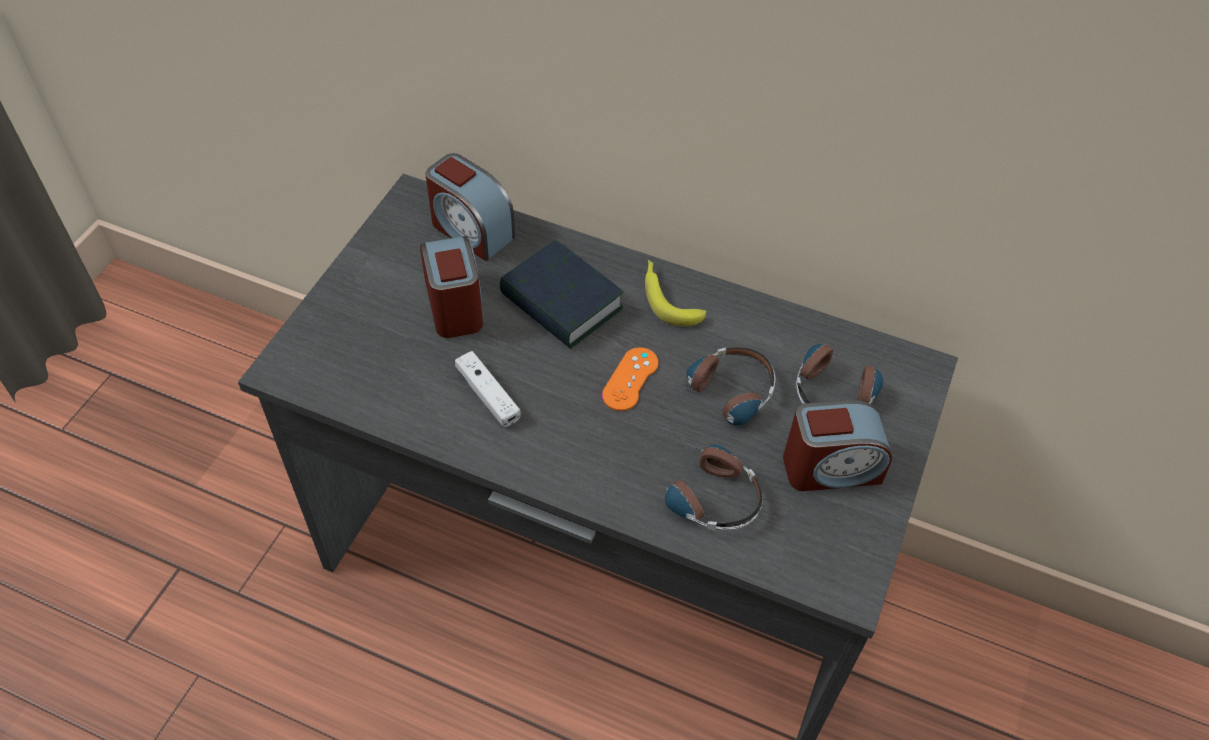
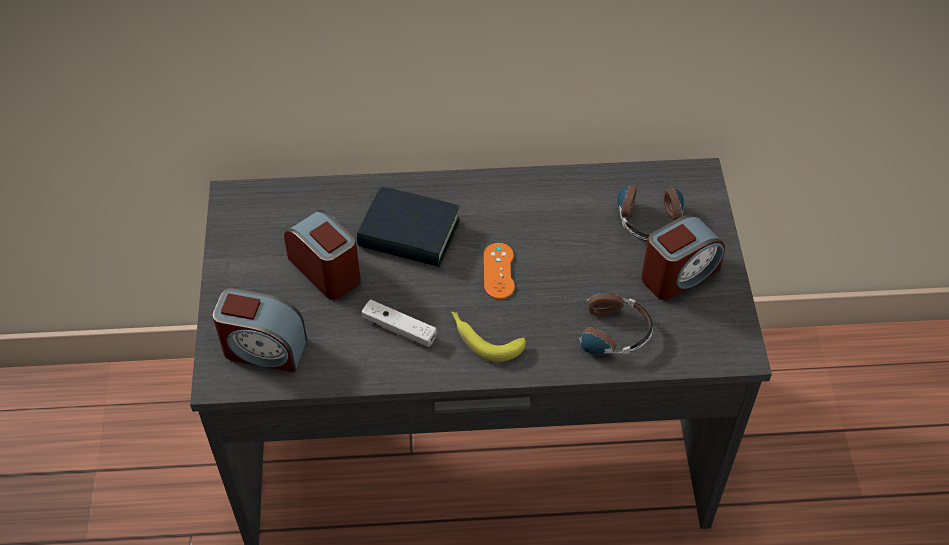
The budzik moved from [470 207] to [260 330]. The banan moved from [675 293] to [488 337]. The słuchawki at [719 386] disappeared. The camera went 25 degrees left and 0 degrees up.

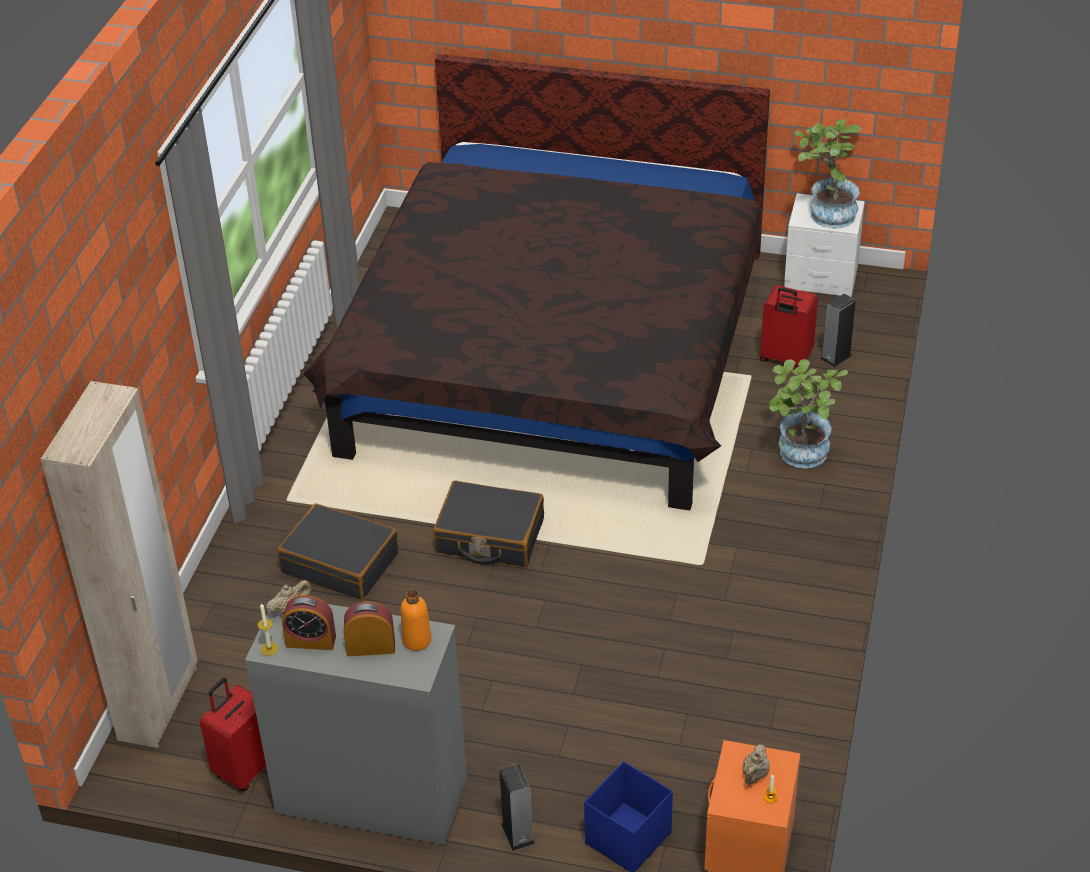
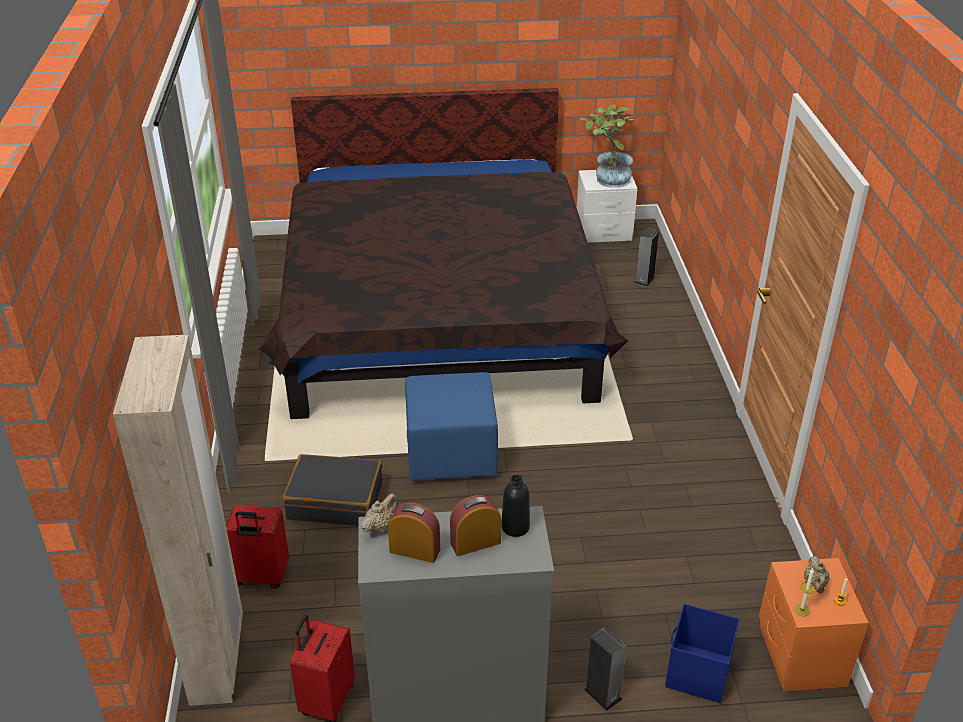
The walizka [czerwony] moved from [789 327] to [257 547]. The budzik at [309 622] turned 150 degrees counterclockwise. The walizka [czarny] at [488 524] was replaced by the pufa [niebieski] at [451 426]. The butelka [pomarańczowy] at [416 620] became the butelka [czarny] at [515 506]. The świeca moved from [268 629] to [804 592]. The roślina doniczkowa at [808 413] disappeared. The camera went 20 degrees left and 5 degrees down.

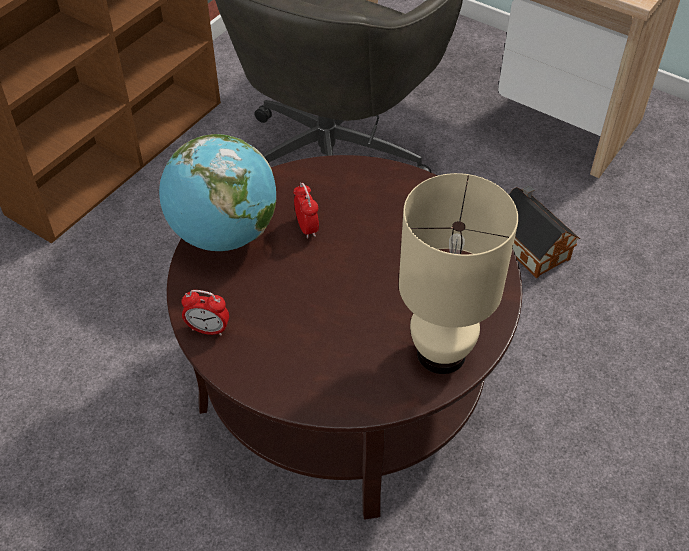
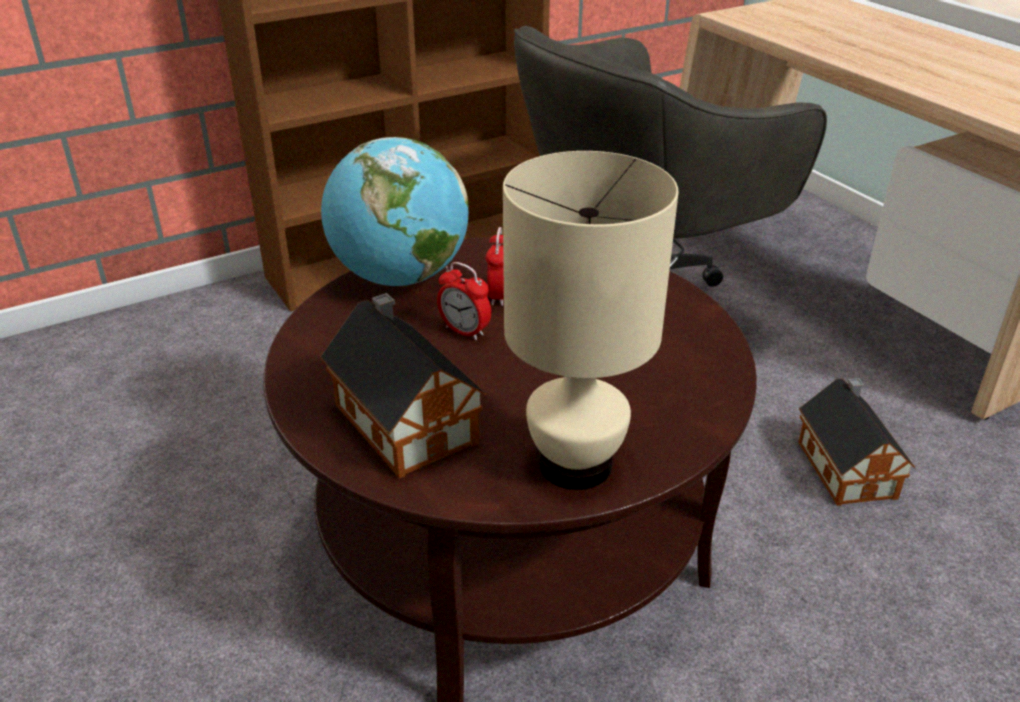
The domek at [403 386] appeared. The budzik moved from [205 312] to [464 301]. The camera went 25 degrees right and 15 degrees down.

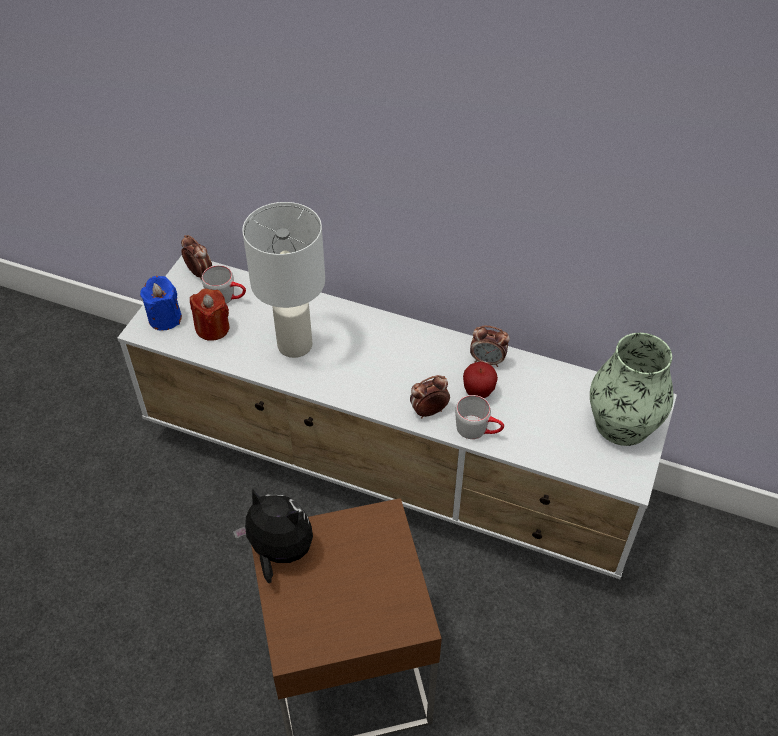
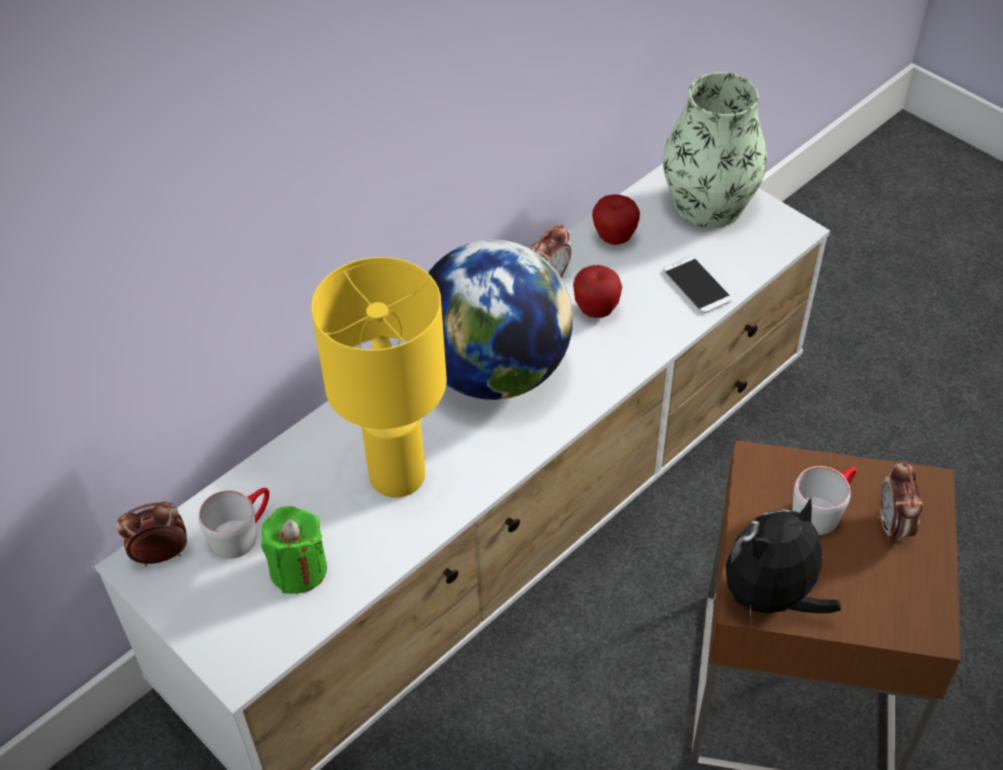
The świeca [czerwony] at [210 315] became the świeca [zielony] at [294 550]. The lampa stołowa [biały] at [283 280] became the lampa stołowa [żółty] at [379 377]. The globus at [500 320] appeared. The jabłko at [616 219] appeared. The telefon at [698 284] appeared. The kubek [szary] moved from [479 417] to [824 500]. The budzik moved from [430 396] to [901 501]. The świeca [niebieski] at [161 303] disappeared. The camera went 65 degrees left and 0 degrees up.

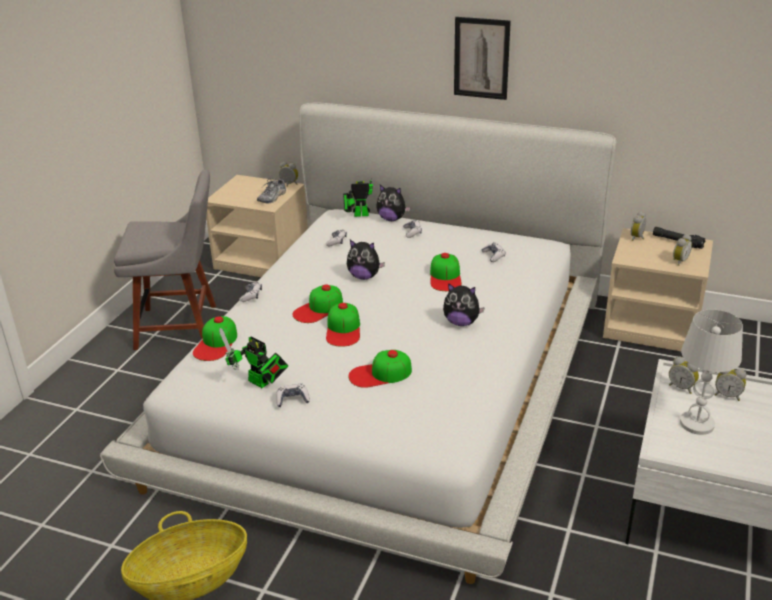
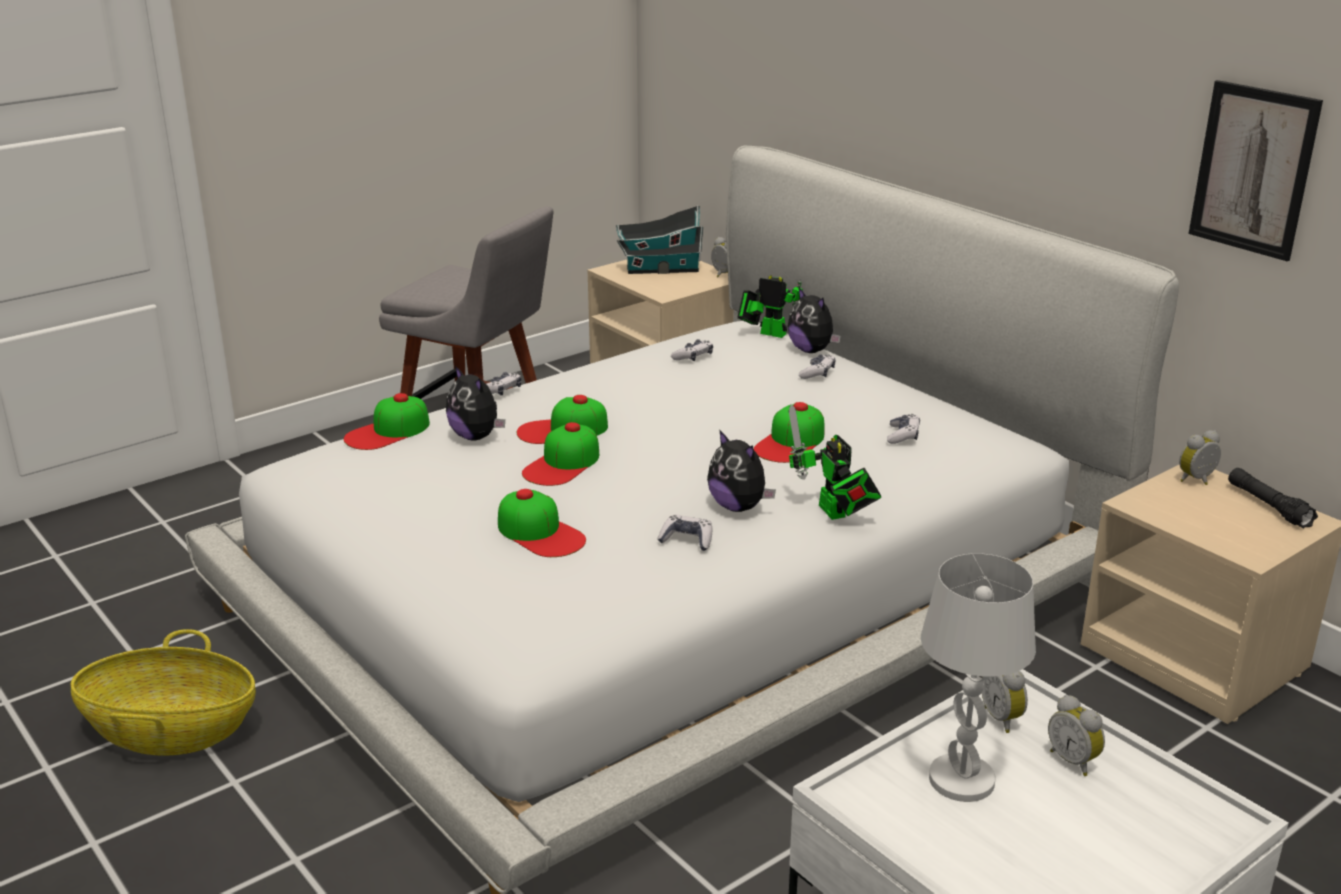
The pluszak moved from [366 260] to [475 403]. The czapka z daszkiem at [380 369] turned 150 degrees counterclockwise. The domek at [660 239] appeared. The pad do gier moved from [293 395] to [684 533]. The robot zabawkowy moved from [253 358] to [835 462]. The obraz moved from [482 58] to [1255 170]. The but at [271 190] disappeared. The budzik at [682 250] disappeared. The camera went 30 degrees right and 5 degrees down.

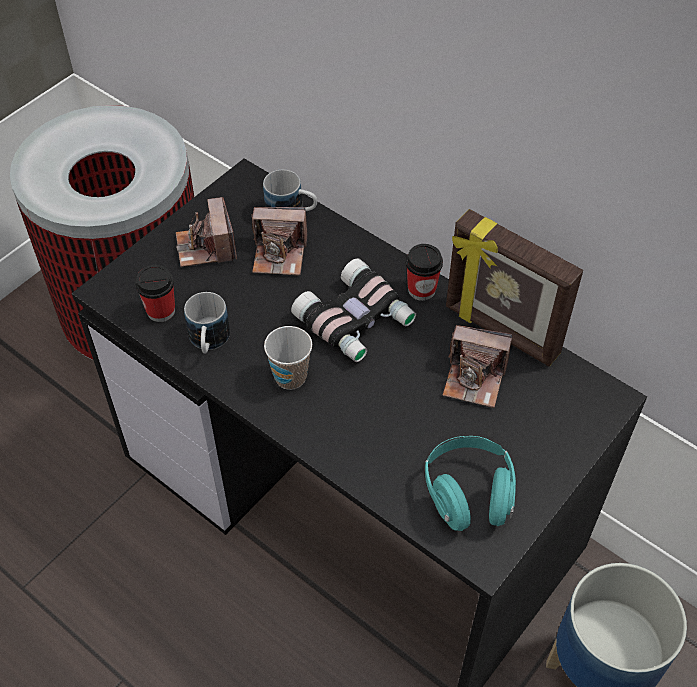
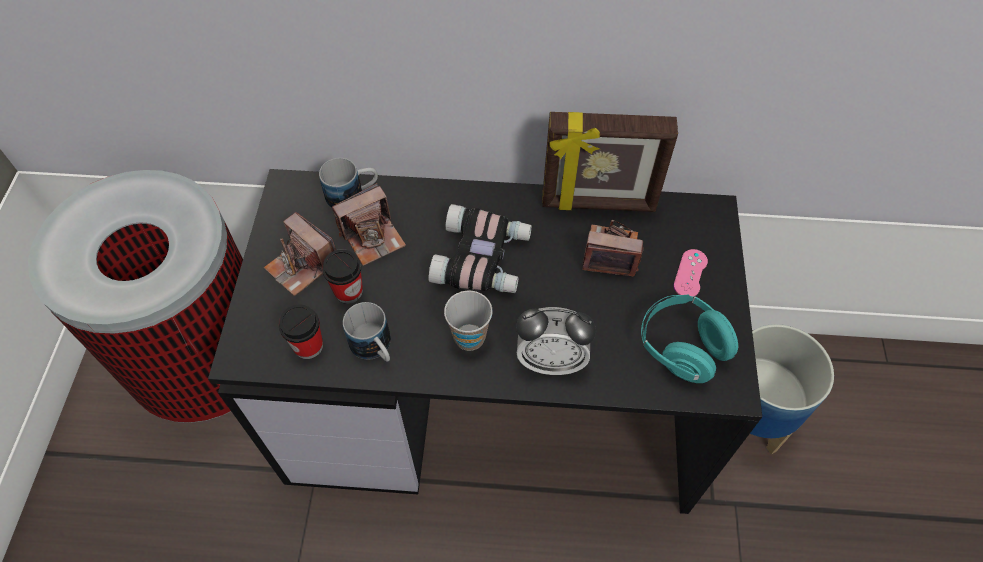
The filiżanka moved from [424 272] to [342 276]. The budzik at [556 341] appeared. The aparat fotograficzny at [477 366] turned 150 degrees counterclockwise. The pad do gier [różowy] at [691 273] appeared. The camera went 35 degrees left and 5 degrees up.

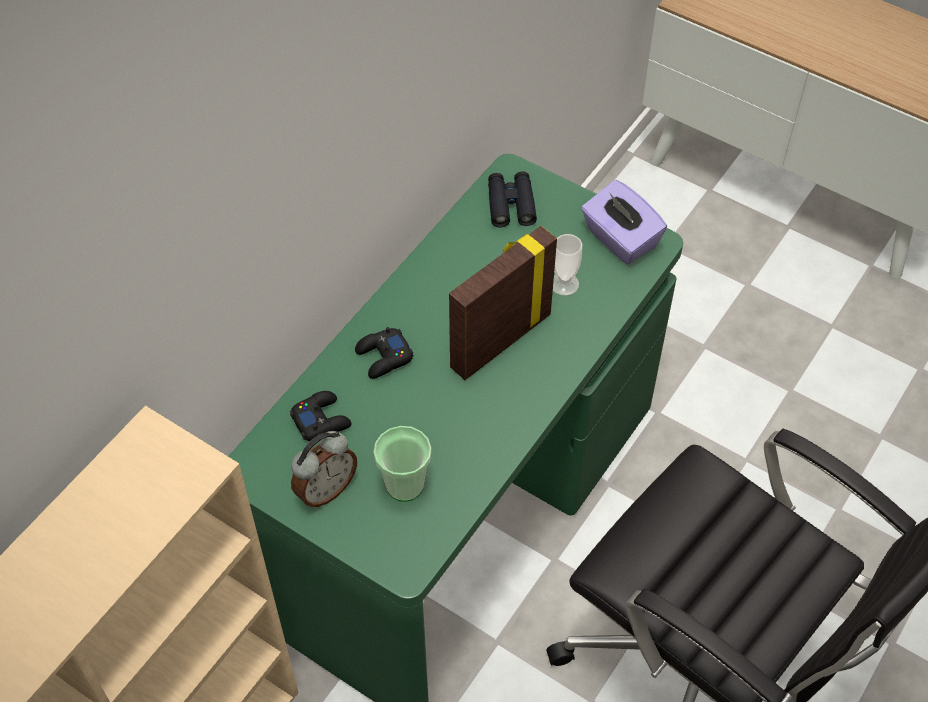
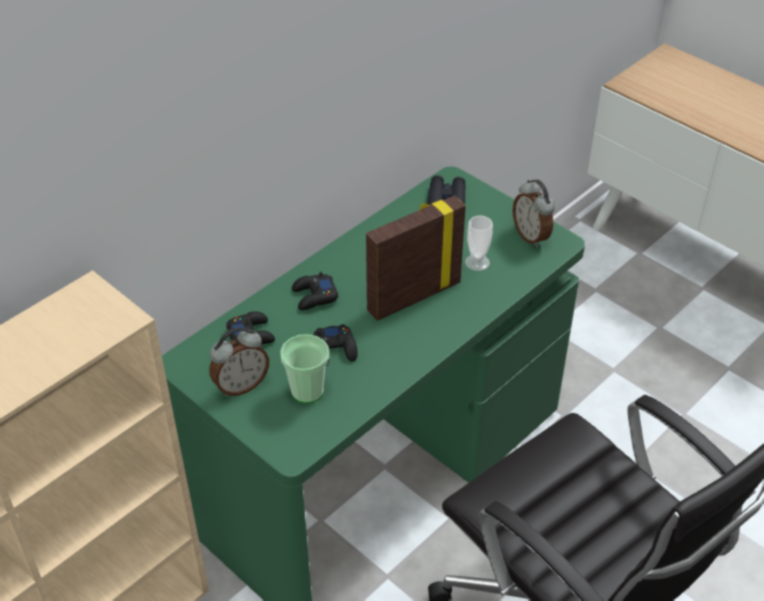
The pad do gier [czarny] at [336 344] appeared. The pudełko chusteczek [fioletowy] at [624 222] was replaced by the budzik at [534 213]. The camera went 10 degrees right and 10 degrees down.

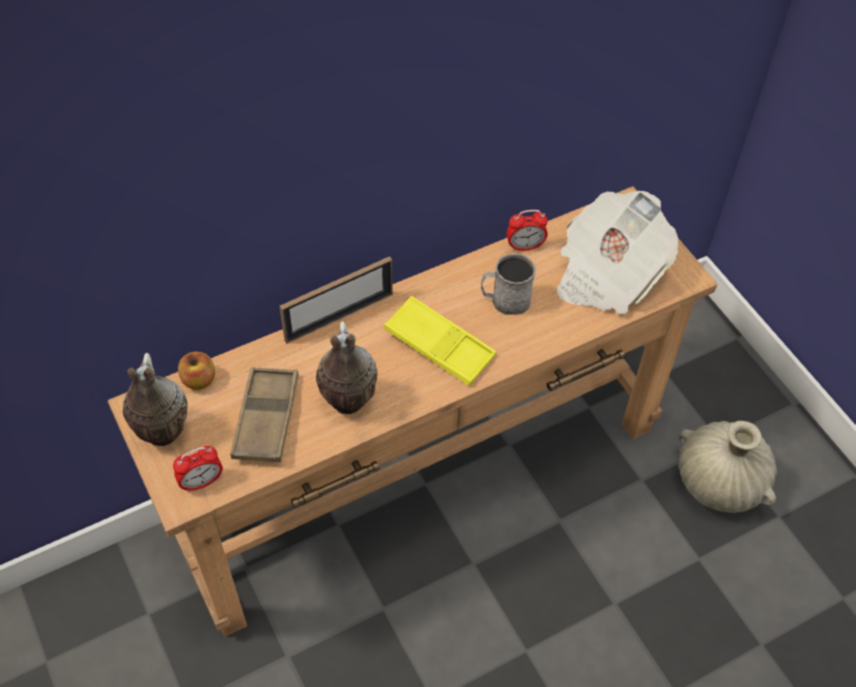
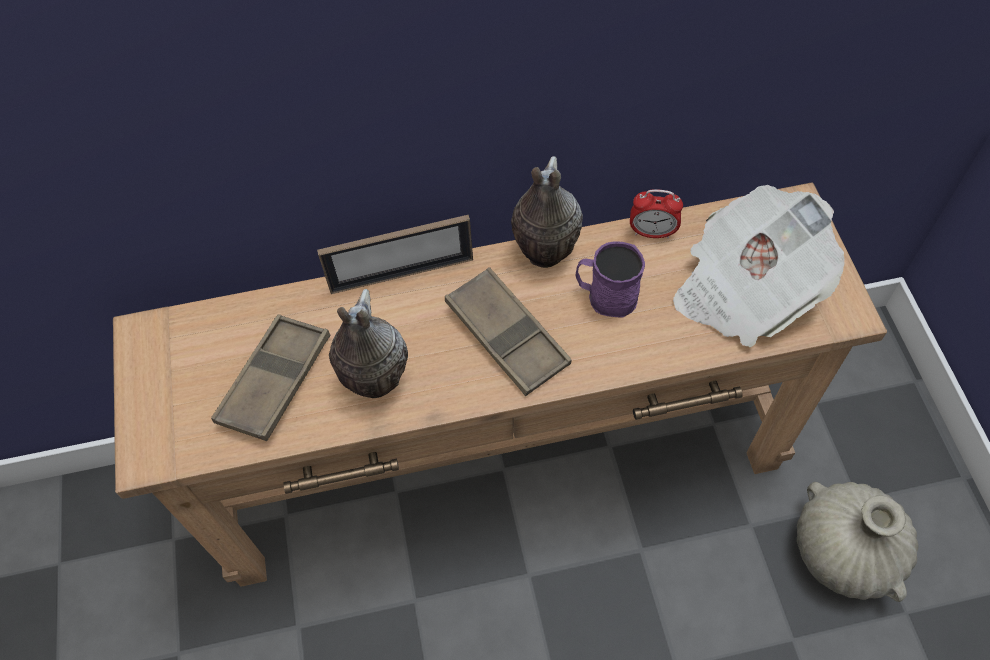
The taca [żółty] at [440 341] became the taca [brązowy] at [508 331]. The wazon moved from [155 399] to [547 212]. The kubek [szary] at [508 284] became the kubek [fioletowy] at [610 279]. The budzik at [198 469] disappeared. The jabłko at [196 370] disappeared. The camera went 20 degrees right and 5 degrees up.

